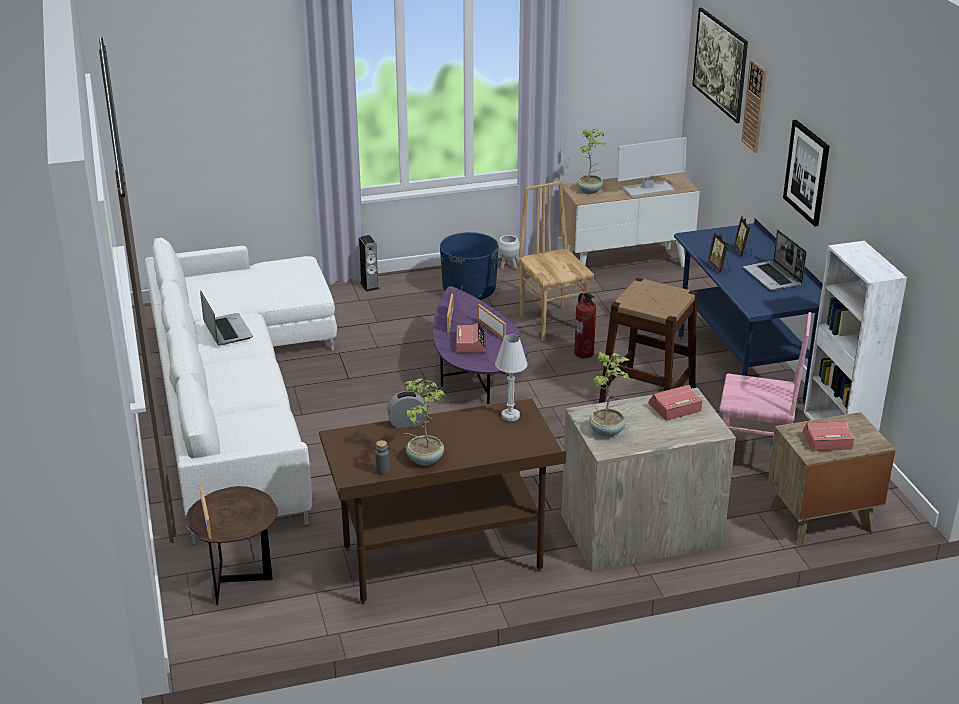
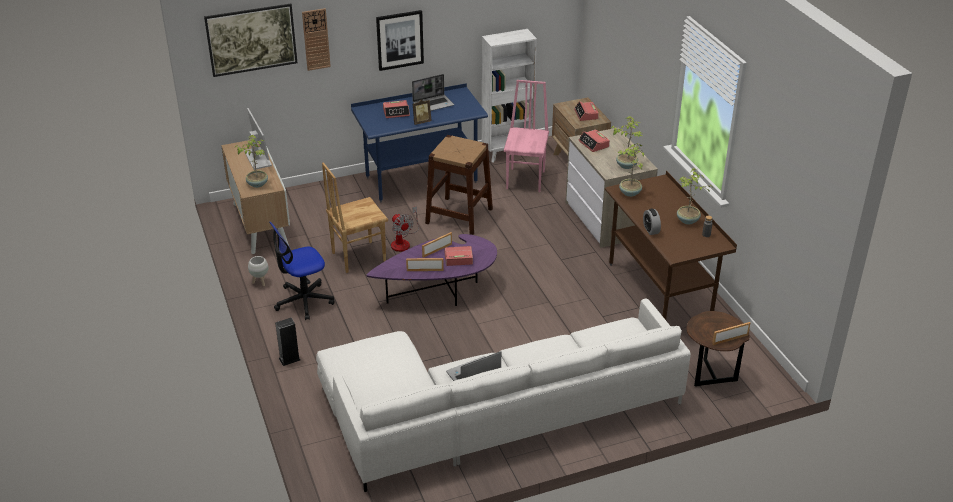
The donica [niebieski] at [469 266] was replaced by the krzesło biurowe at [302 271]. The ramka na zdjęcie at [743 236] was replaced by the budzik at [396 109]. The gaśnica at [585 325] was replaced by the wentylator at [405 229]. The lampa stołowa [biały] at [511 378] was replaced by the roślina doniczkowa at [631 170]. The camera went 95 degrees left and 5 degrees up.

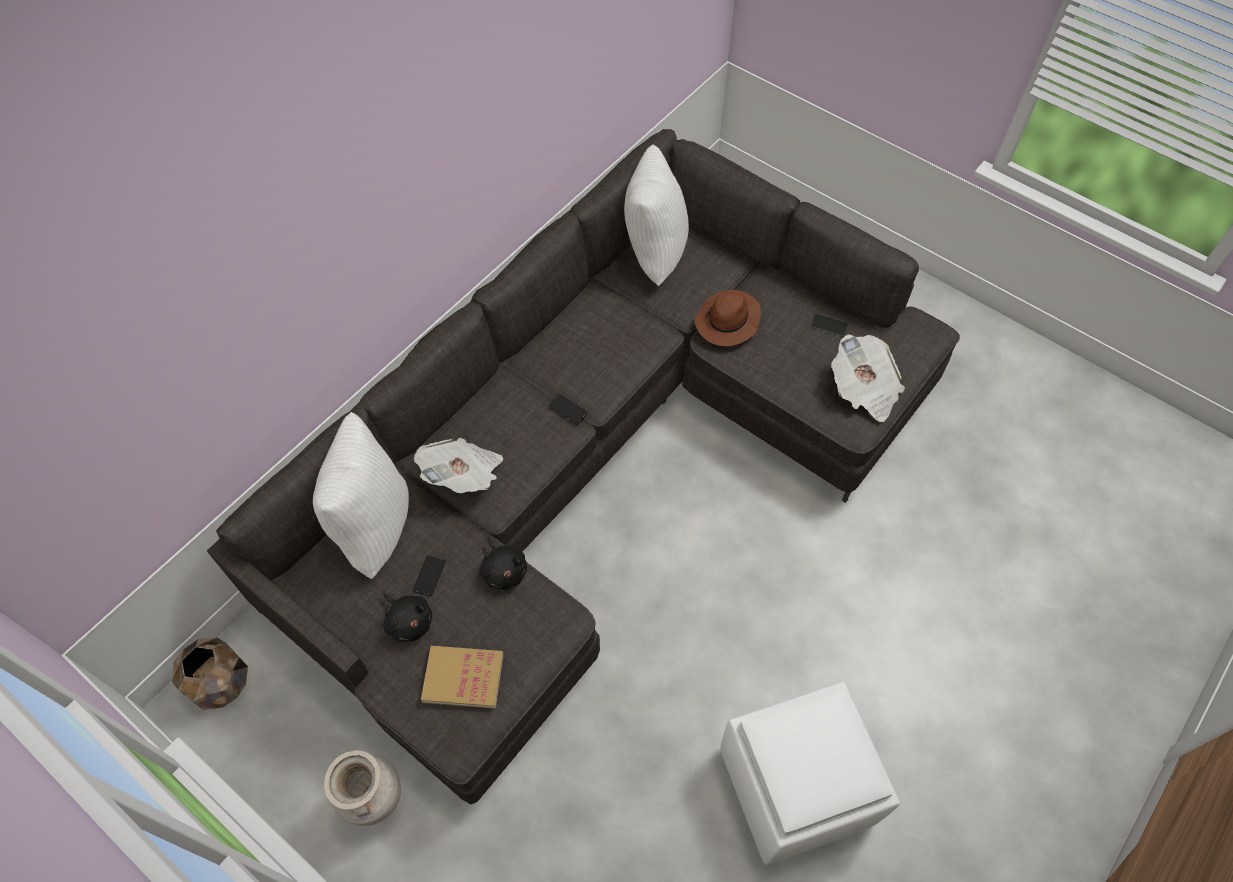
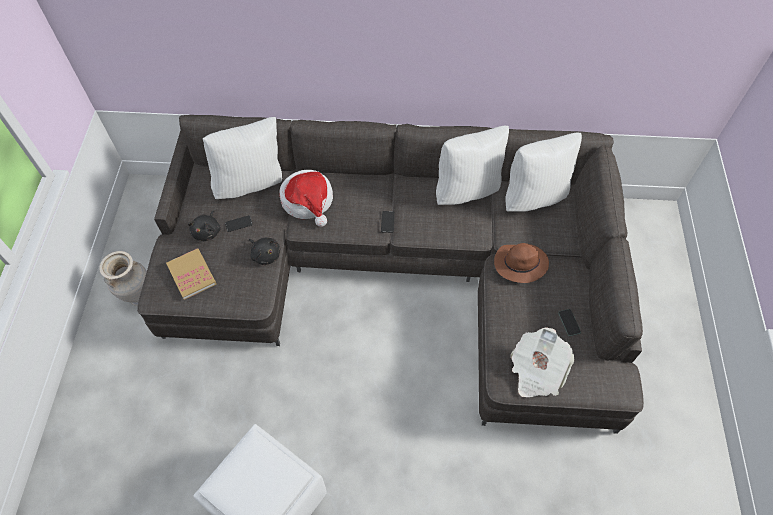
The pluszak [czarny] at [503 564] turned 75 degrees counterclockwise. The gazeta at [458 465] was replaced by the kapelusz at [306 198]. The poduszka [biały] at [472 165] appeared. The donica [brązowy] at [210 673] disappeared. The camera went 55 degrees right and 0 degrees up.

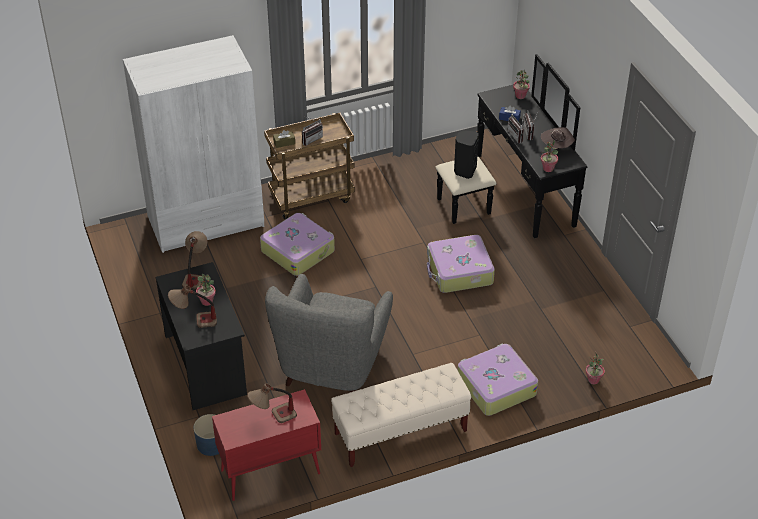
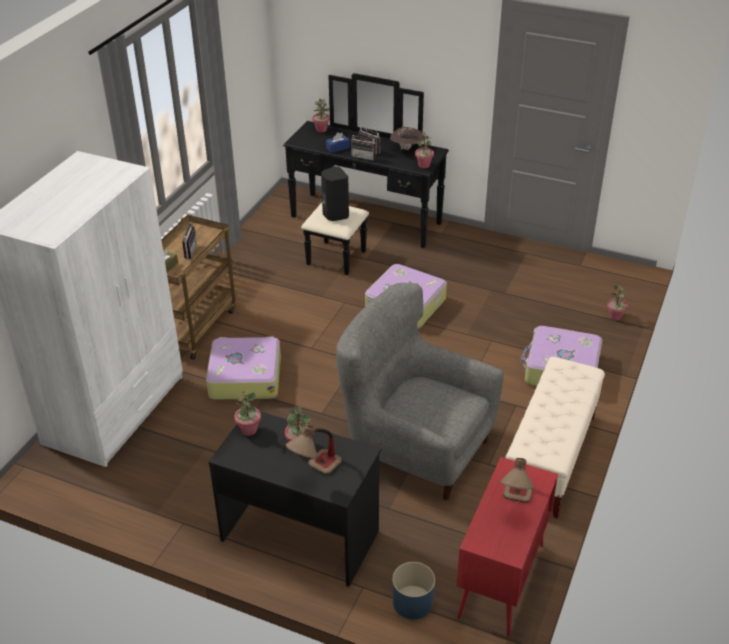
The lampa stołowa at [195 260] was replaced by the roślina doniczkowa at [248 413]. The fotel [szary] at [329 333] turned 150 degrees clockwise. The camera went 45 degrees left and 5 degrees down.

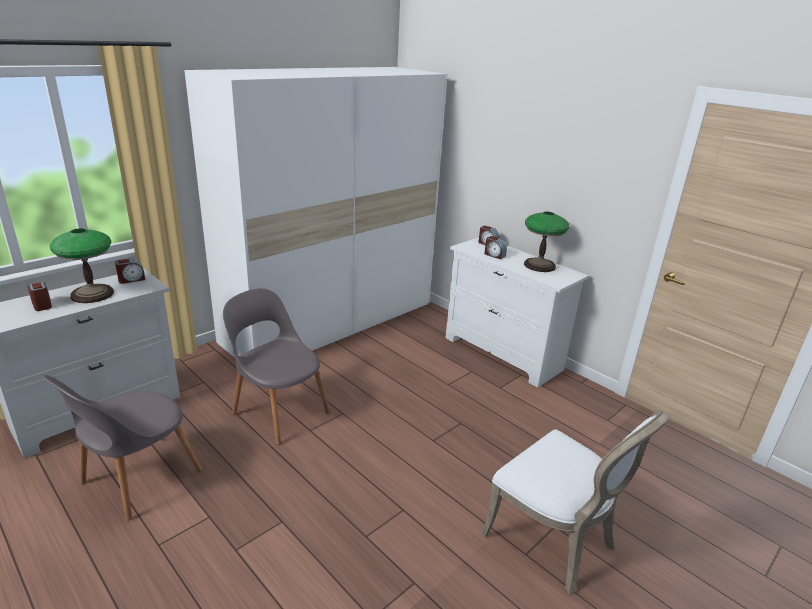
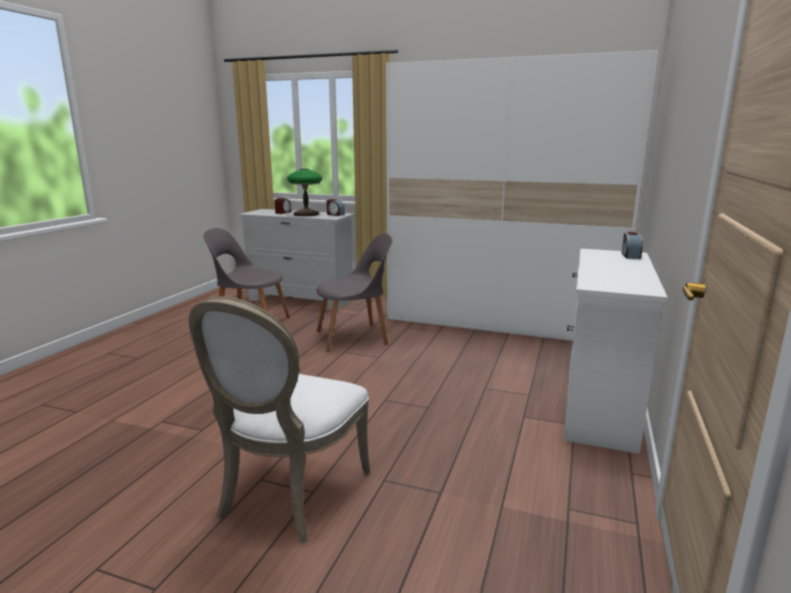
The krzesło [szary] at [276 366] turned 60 degrees clockwise. The budzik at [495 247] disappeared. The lampa stołowa at [546 242] disappeared. The camera went 65 degrees right and 10 degrees down.

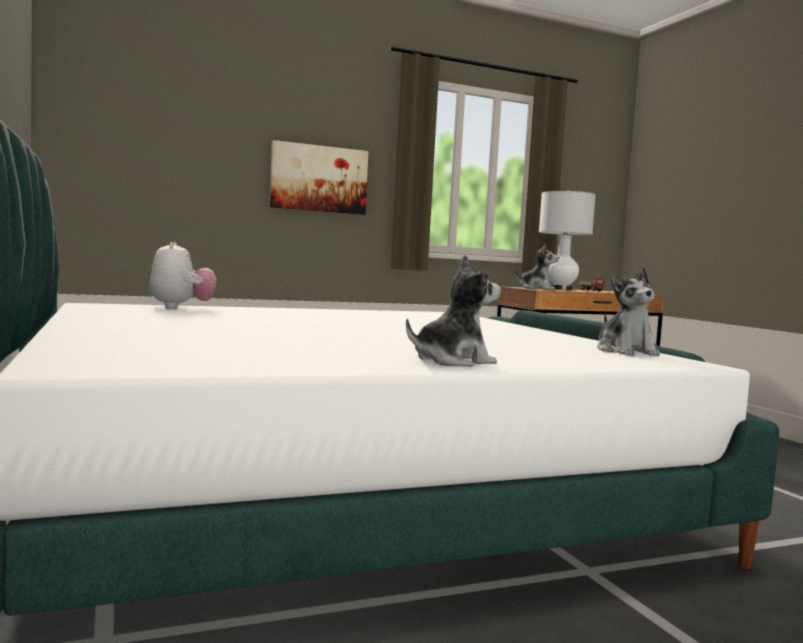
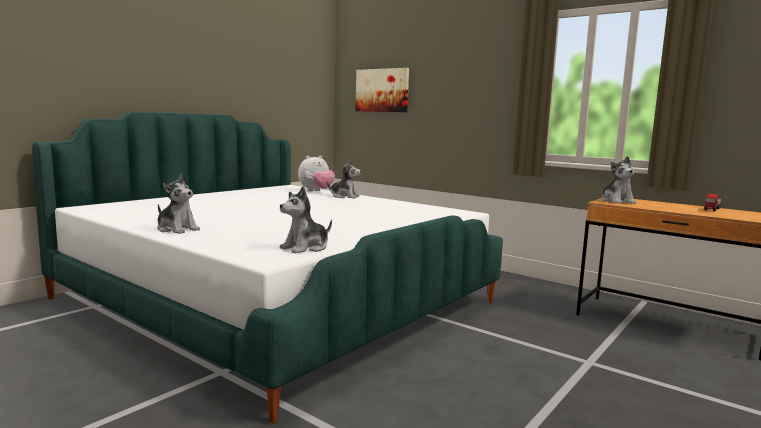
The pluszak at [343 179] appeared. The obraz moved from [319 177] to [382 90]. The lampa stołowa [biały] at [567 240] disappeared. The camera went 60 degrees right and 5 degrees up.

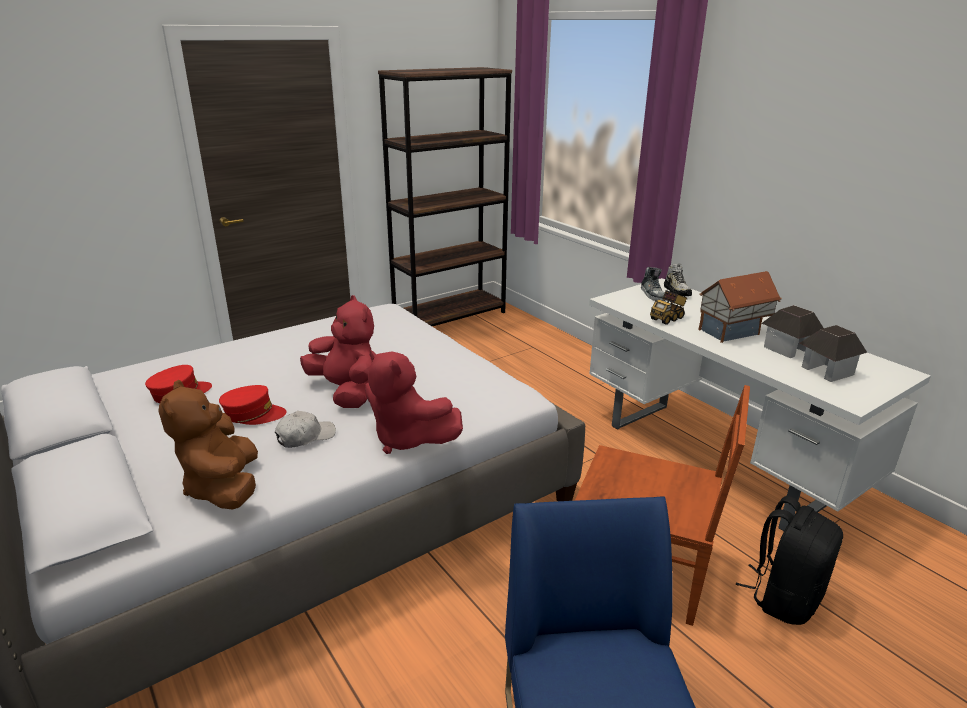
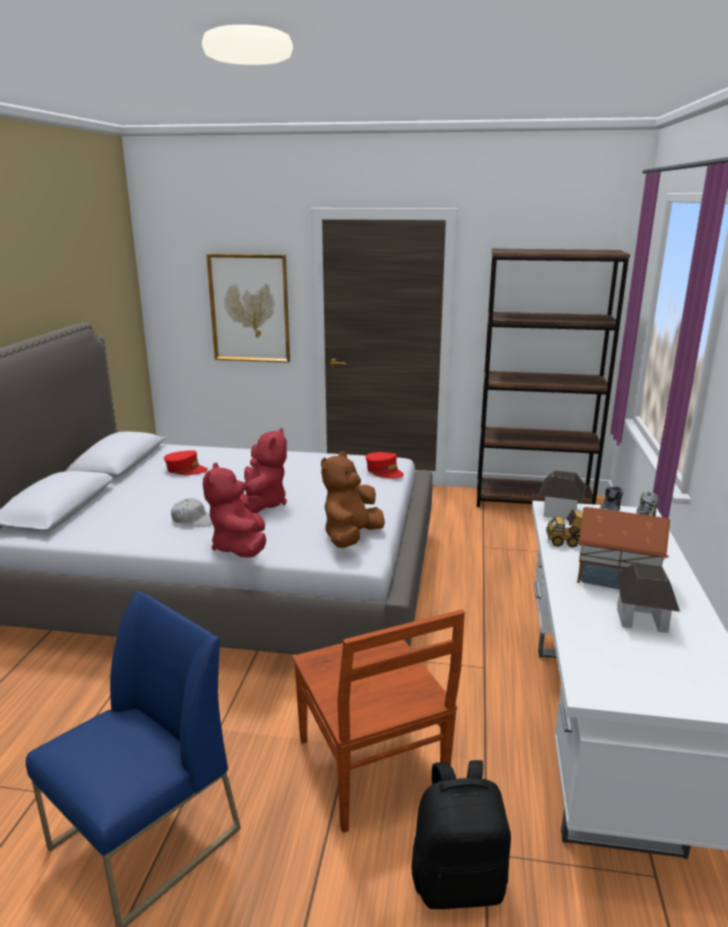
The obraz at [248 308] appeared. The pluszak [brązowy] moved from [208 445] to [353 499]. The czapka z daszkiem [czerwony] moved from [253 405] to [384 465]. The domek moved from [833 353] to [562 495]. The camera went 45 degrees right and 5 degrees down.

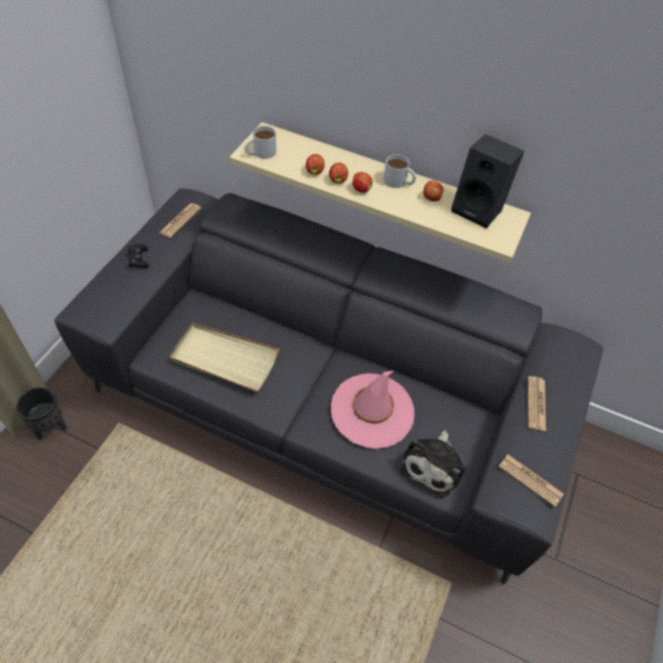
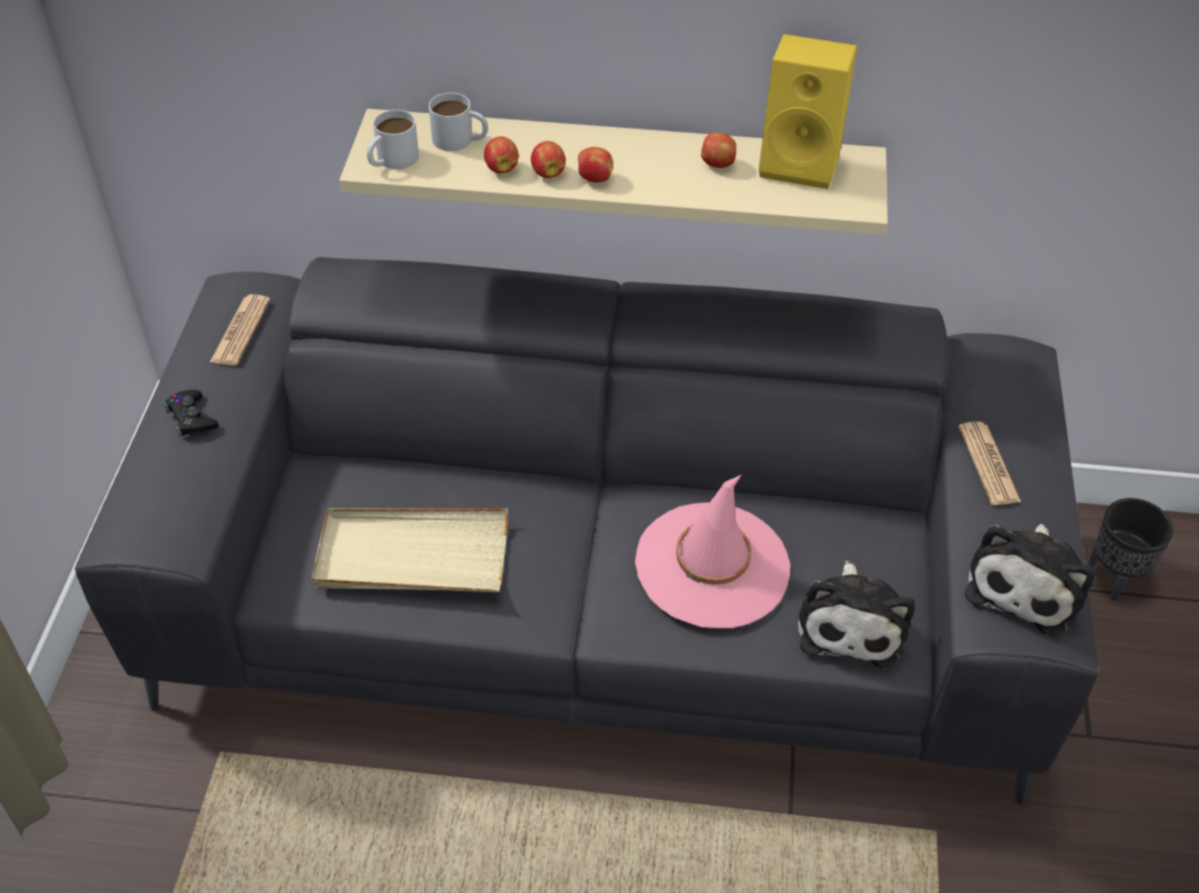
The kubek [biały] moved from [399 171] to [458 122]. The głośnik [czarny] at [487 181] became the głośnik [żółty] at [808 111]. The gazeta at [531 481] was replaced by the pluszak at [1030 580]. The donica [czarny] moved from [41 413] to [1130 549]. The camera went 15 degrees left and 5 degrees down.

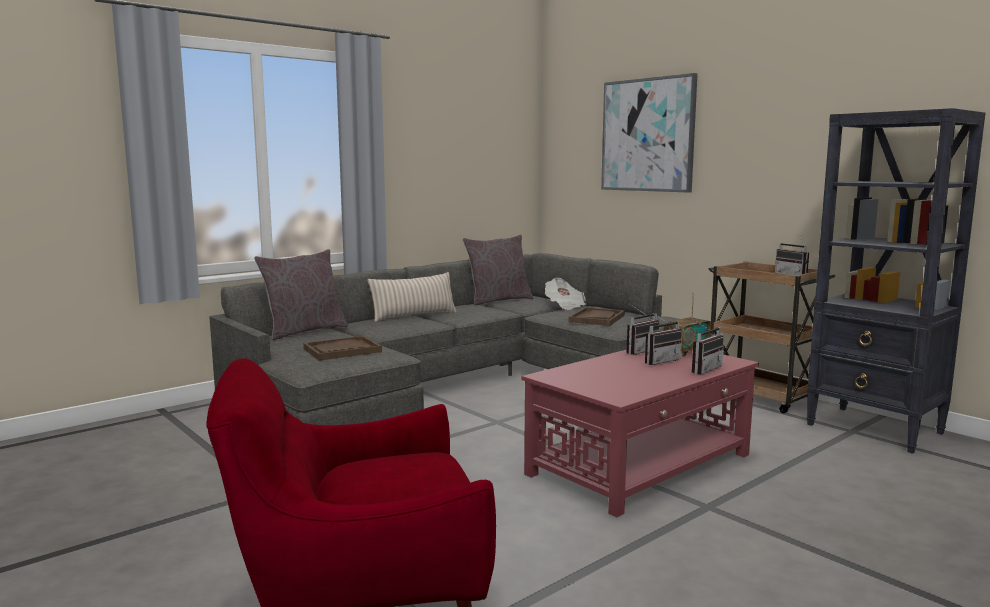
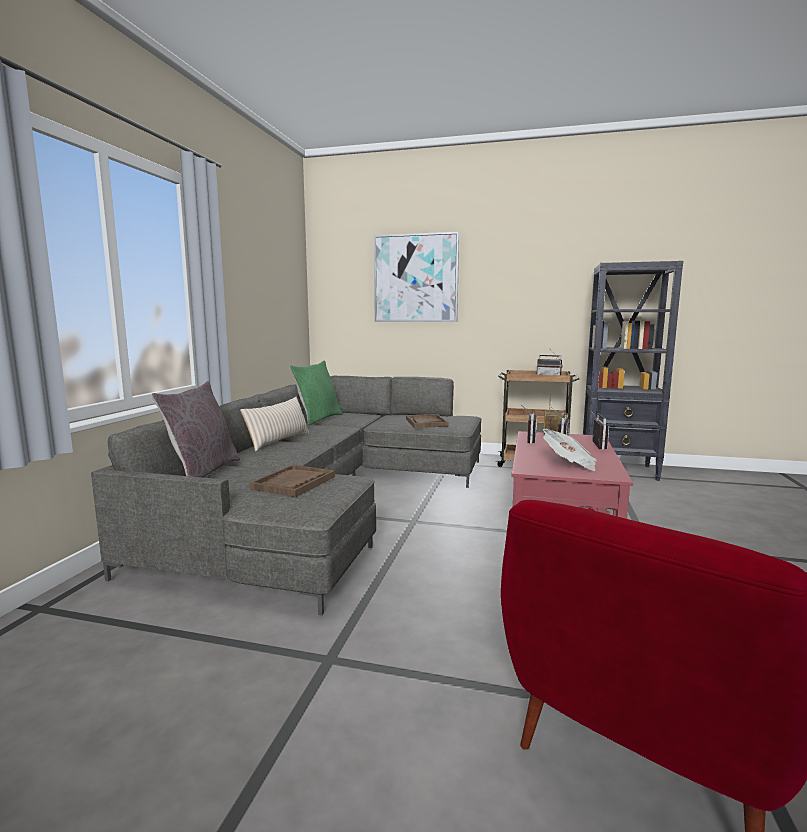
The poduszka [szary] at [498 270] became the poduszka [zielony] at [315 392]. The gazeta moved from [565 294] to [569 450]. The camera went 35 degrees left and 0 degrees up.

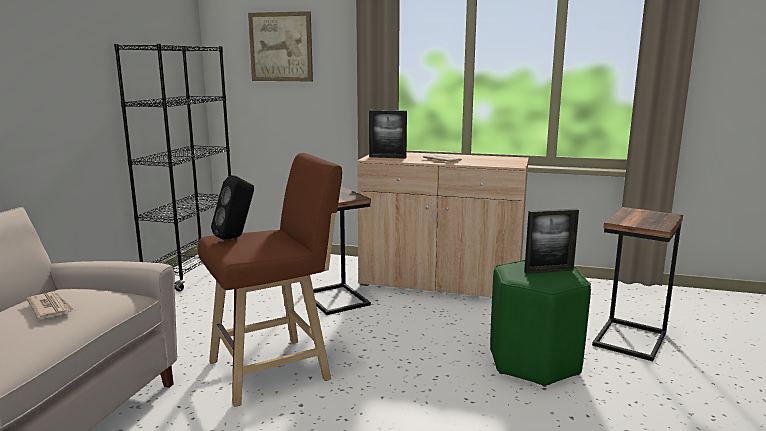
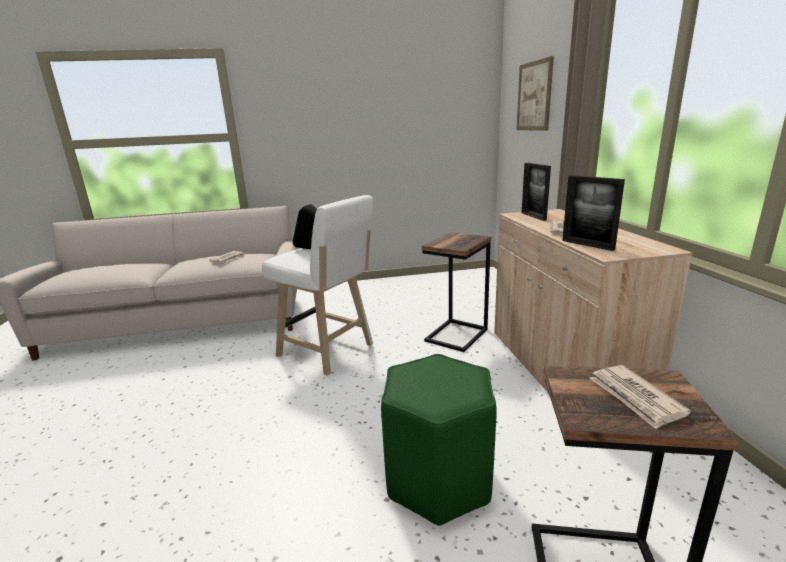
The stołek [brązowy] at [270 280] became the stołek [biały] at [317 285]. The ramka na zdjęcie moved from [551 241] to [593 213]. The gazeta at [640 397] appeared. The regał [czarny] at [172 168] disappeared. The camera went 65 degrees right and 5 degrees up.

